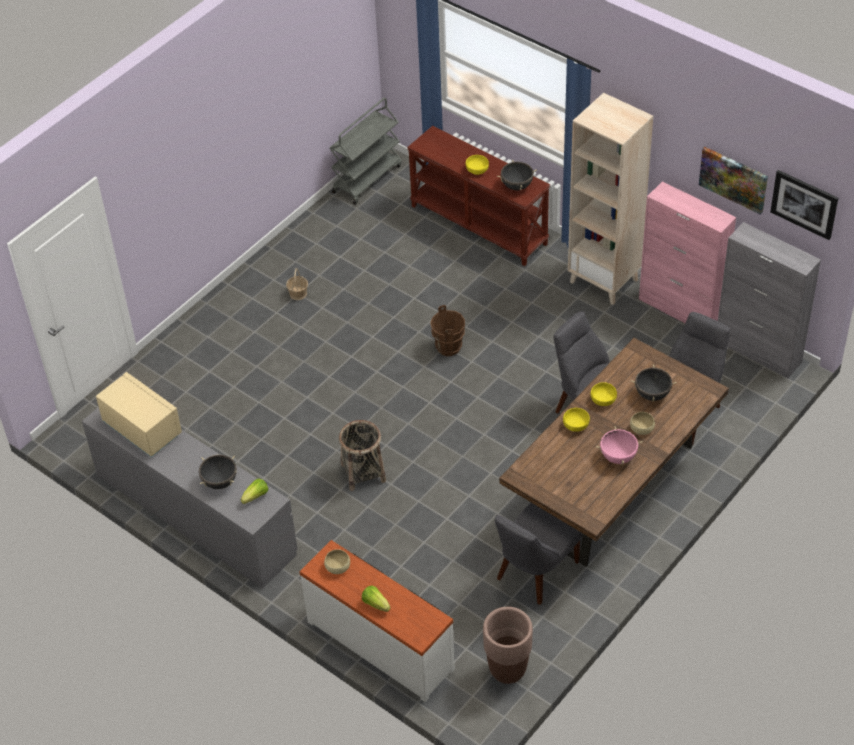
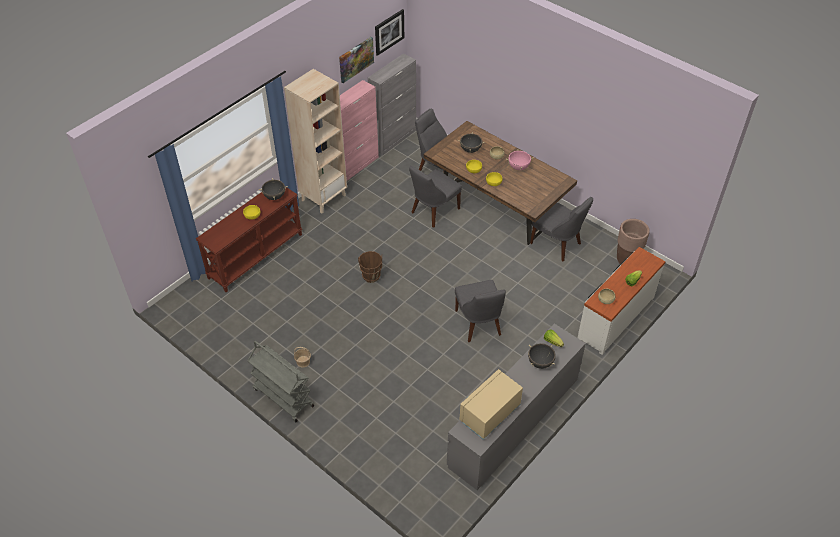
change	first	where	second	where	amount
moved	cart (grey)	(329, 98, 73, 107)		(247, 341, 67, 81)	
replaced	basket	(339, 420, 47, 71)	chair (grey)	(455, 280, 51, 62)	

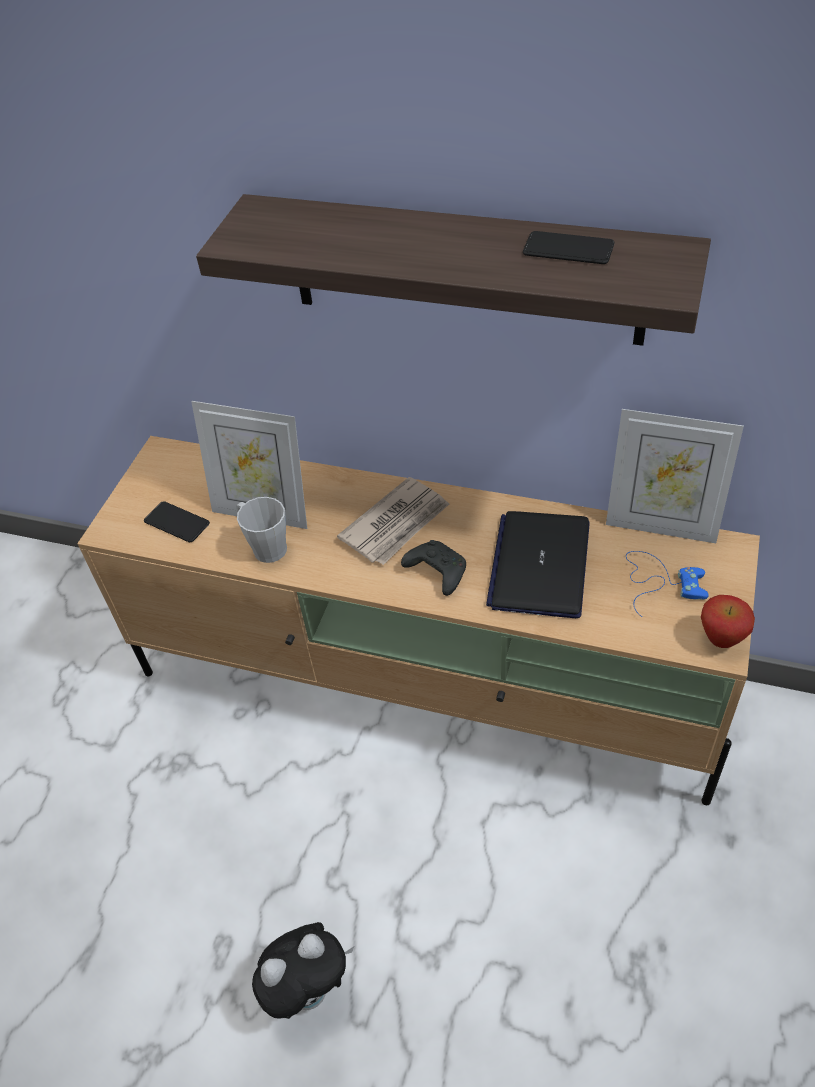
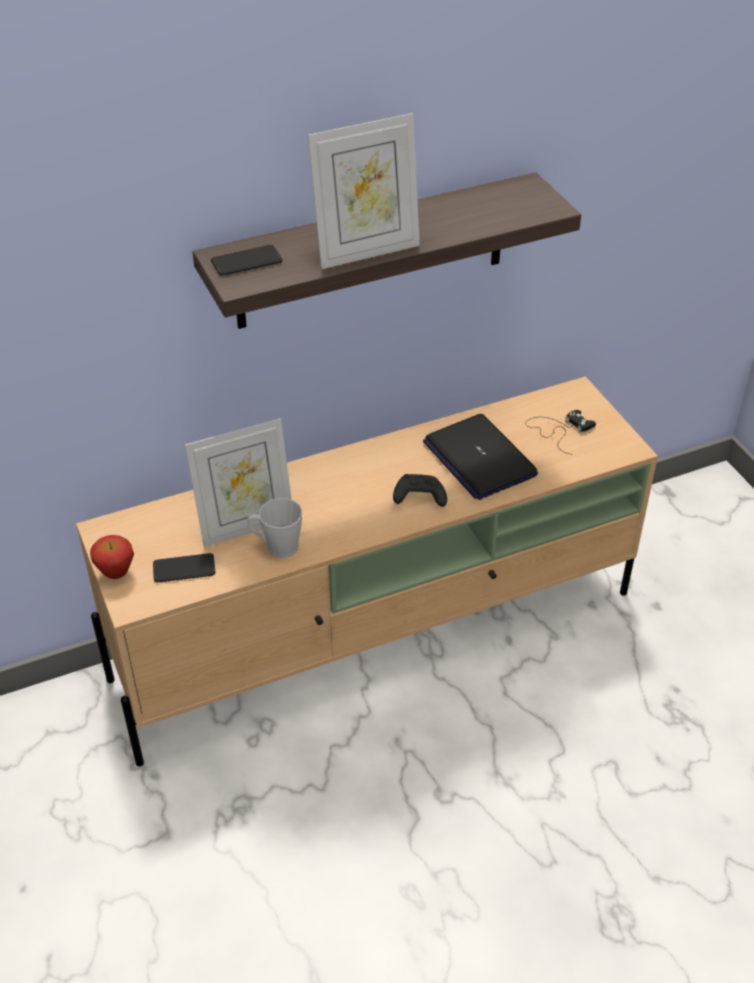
change	first	where	second	where	amount
removed	plush toy	(252, 922, 102, 97)			
removed	newspaper	(337, 477, 112, 88)			
moved	phone	(523, 231, 92, 33)		(211, 245, 72, 31)	
moved	picture frame	(606, 409, 138, 134)		(308, 113, 112, 156)	
recoloured	game controller (blue)	(626, 551, 83, 66)	game controller (black)	(525, 410, 71, 45)	
moved	apple	(701, 595, 54, 53)		(90, 535, 44, 44)	

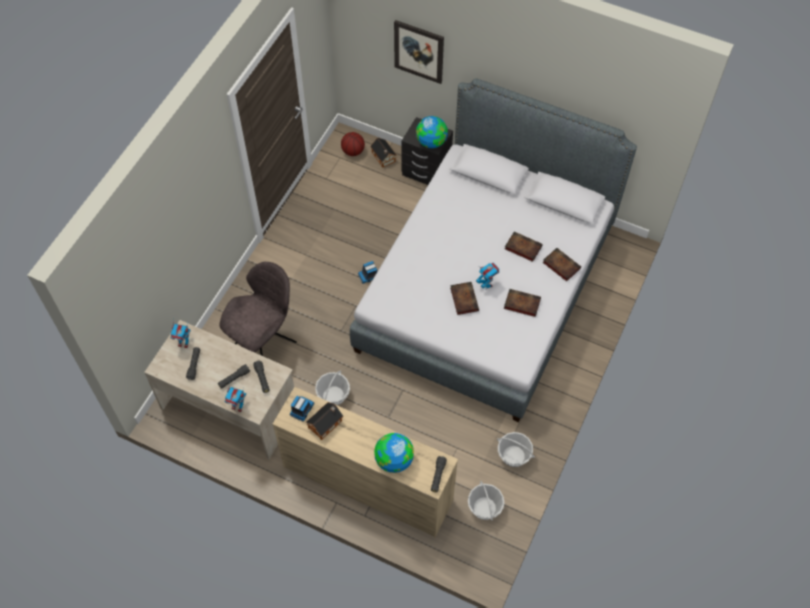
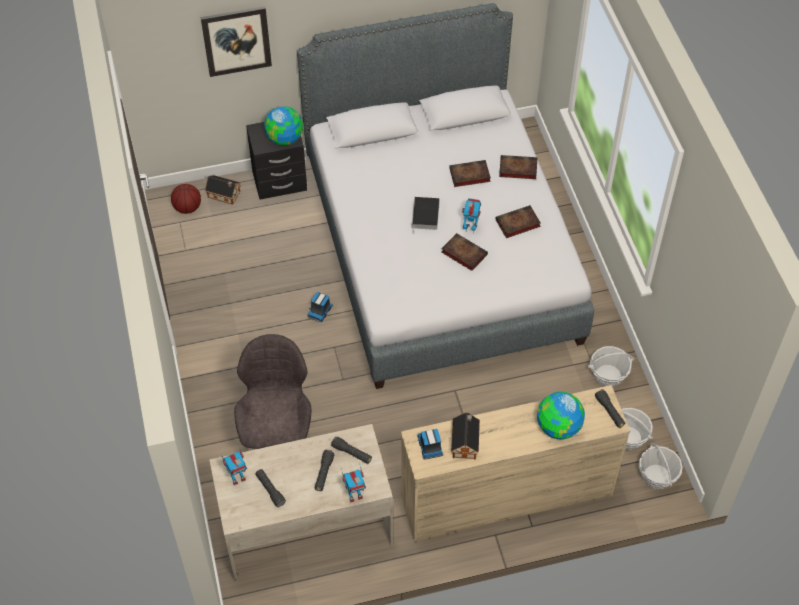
change	first	where	second	where	amount
moved	basket	(315, 370, 35, 35)		(639, 443, 44, 46)	
added			book	(412, 197, 28, 33)	

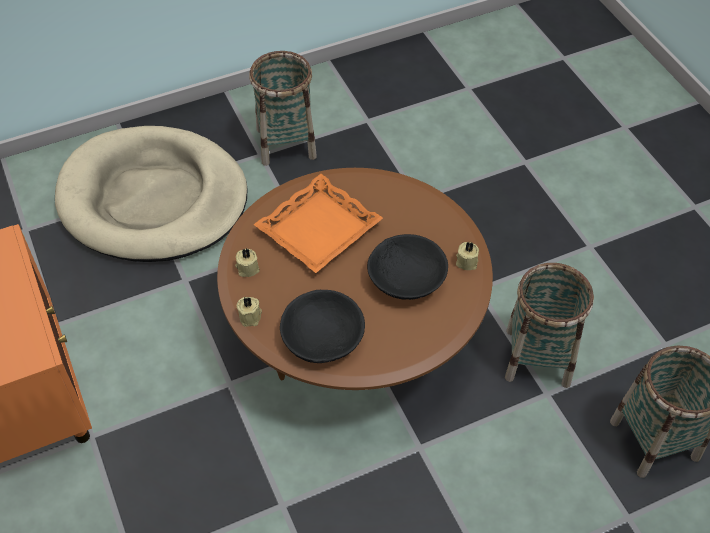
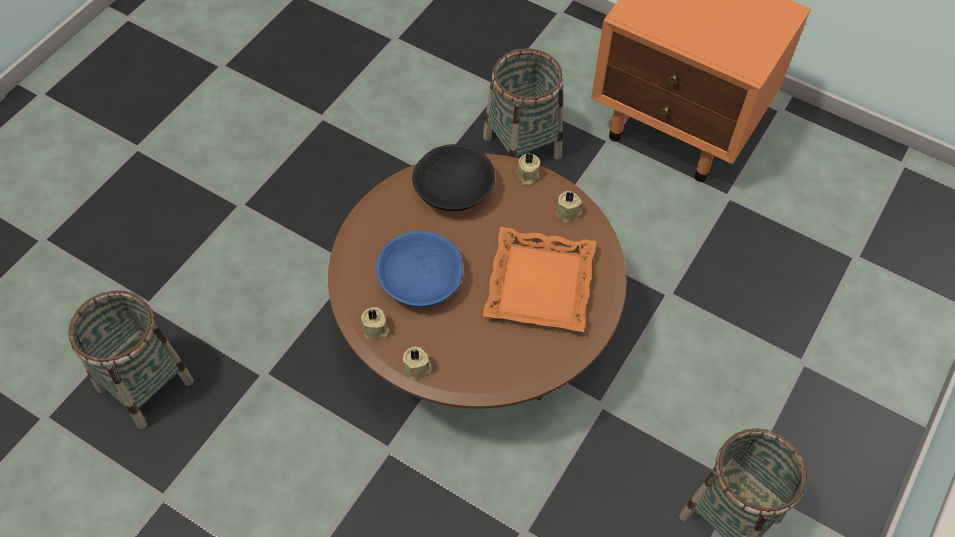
change	first	where	second	where	amount
removed	dog bed (beige)	(55, 126, 193, 136)			
recoloured	bowl (black)	(367, 234, 81, 66)	bowl (blue)	(376, 231, 87, 77)	
moved	basket	(505, 263, 89, 125)		(483, 48, 80, 111)	
added			candle (beige)	(403, 346, 29, 35)	

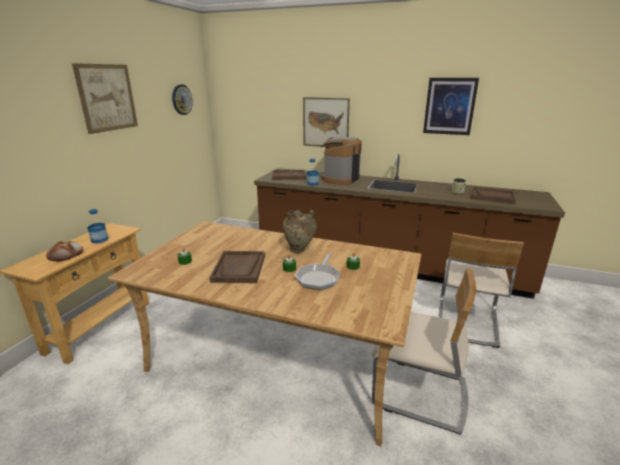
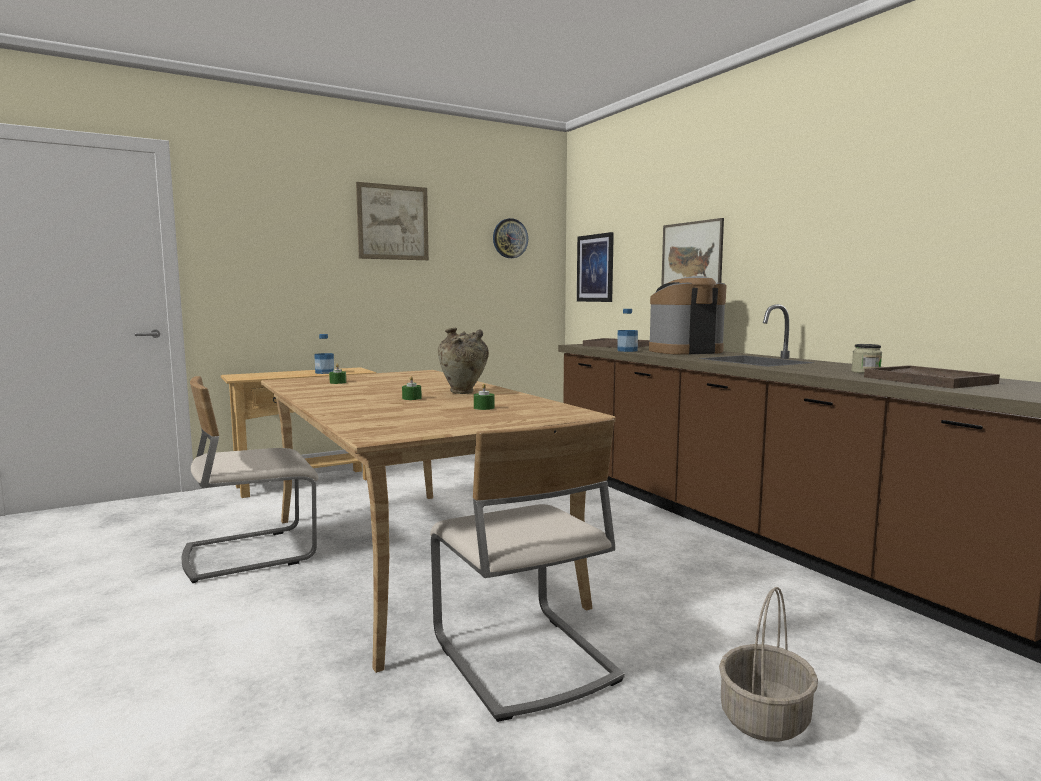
change	first	where	second	where	amount
removed	bread	(46, 241, 37, 20)			
removed	tray (brown)	(209, 251, 56, 32)			
removed	frying pan	(295, 253, 45, 37)			
moved	picture	(423, 78, 56, 57)		(577, 232, 37, 70)	
moved	chair (beige)	(438, 233, 86, 115)		(182, 376, 137, 207)	
added			basket	(719, 587, 99, 155)	

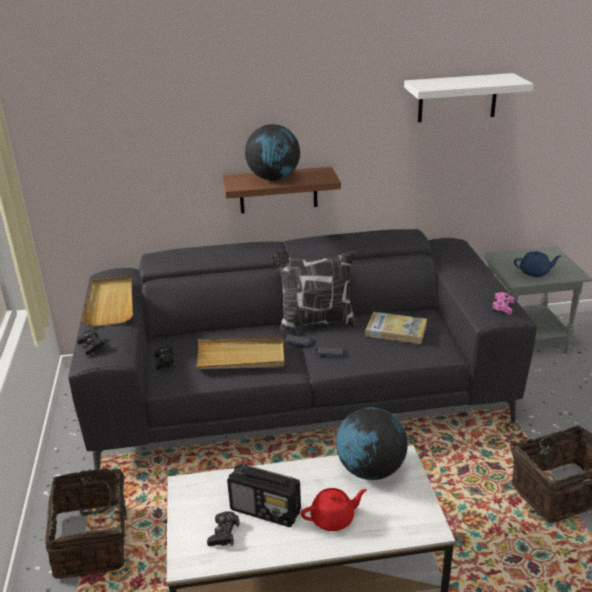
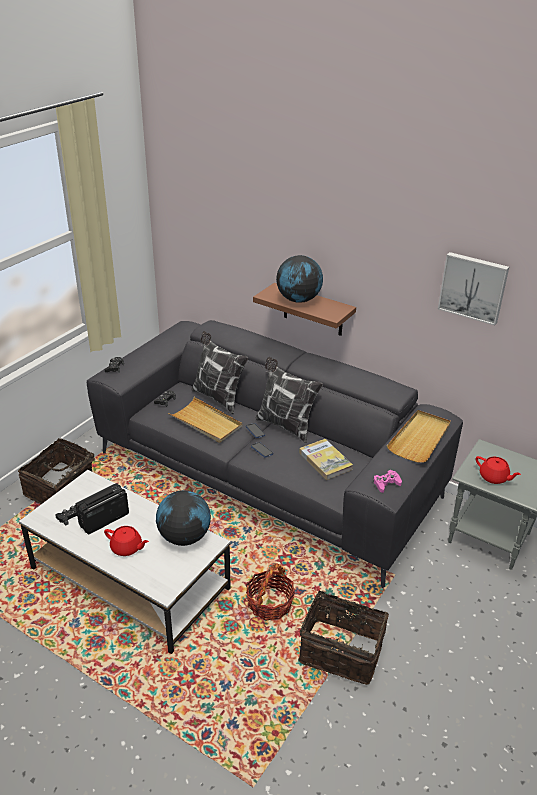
change	first	where	second	where	amount
moved	tray (beige)	(82, 276, 51, 50)		(387, 410, 64, 53)	
turned	radio	(227, 464, 74, 63)		(75, 483, 54, 52)	75 degrees clockwise
replaced	shelf (white)	(404, 73, 130, 49)	picture	(438, 252, 71, 73)	
recoloured	teapot (blue)	(514, 251, 48, 26)	teapot (red)	(476, 456, 45, 28)	
added			pillow	(191, 331, 57, 83)	
added			basket	(246, 563, 49, 58)	

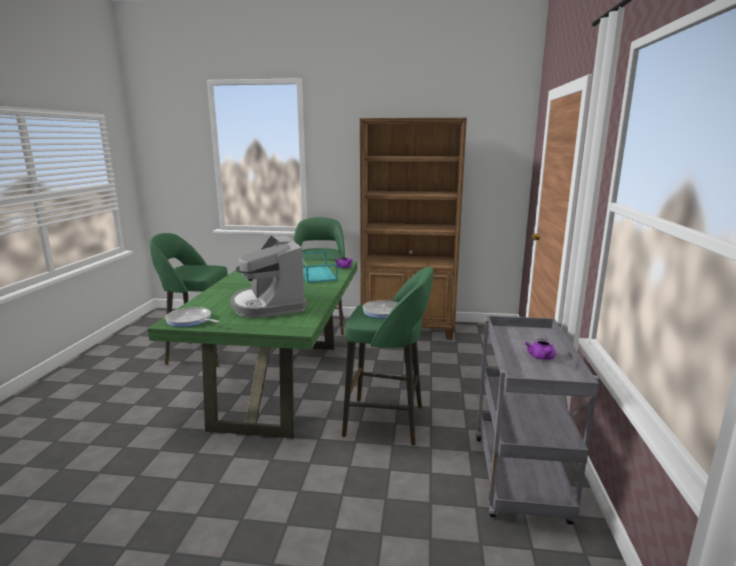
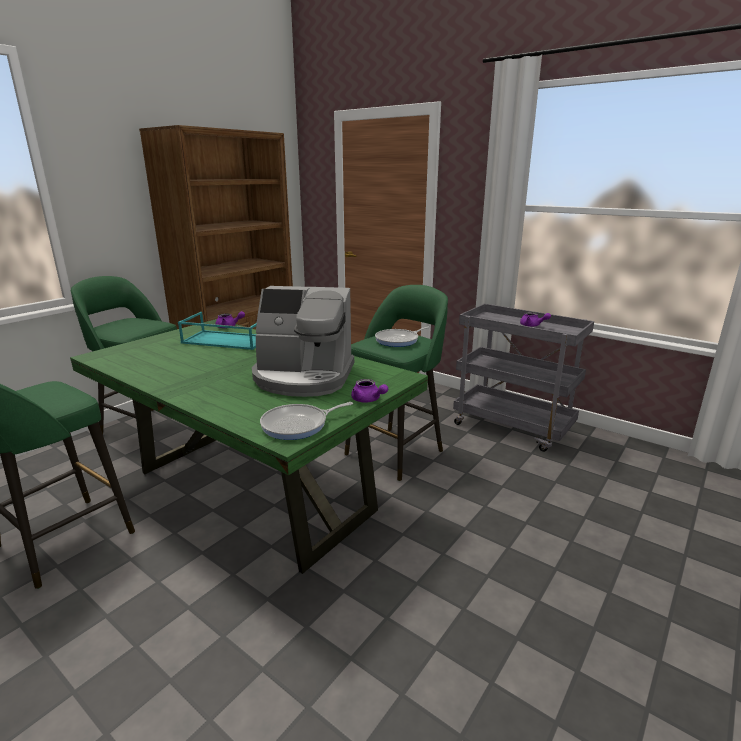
change	first	where	second	where	amount
added			teapot (purple)	(351, 379, 37, 24)	

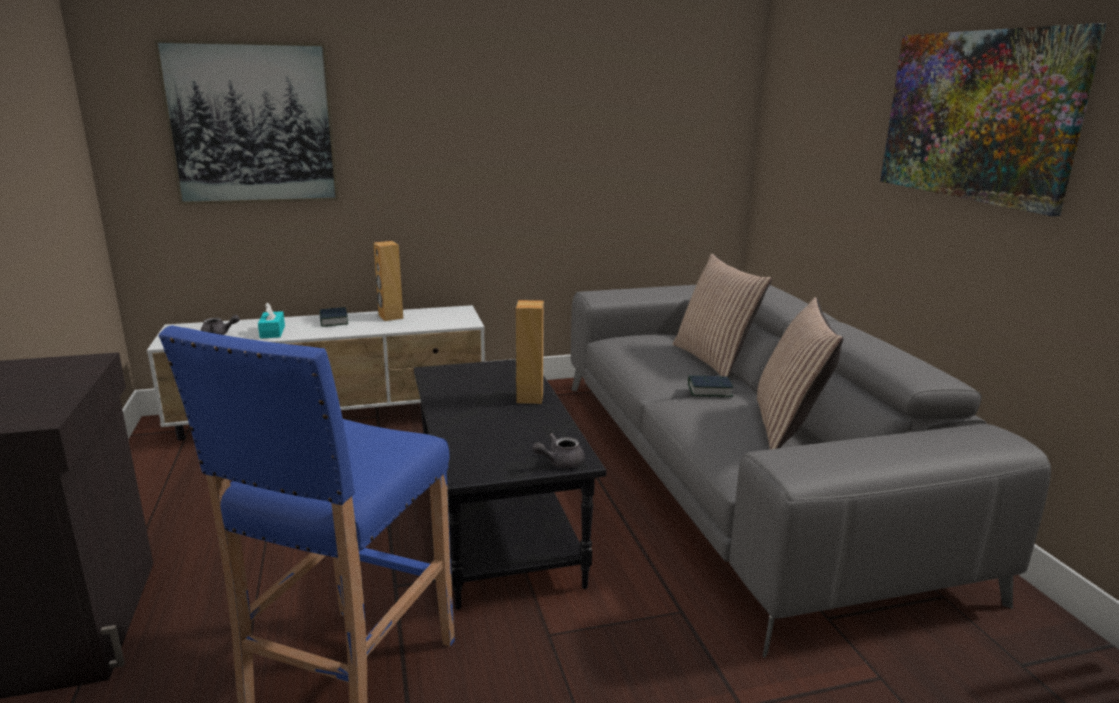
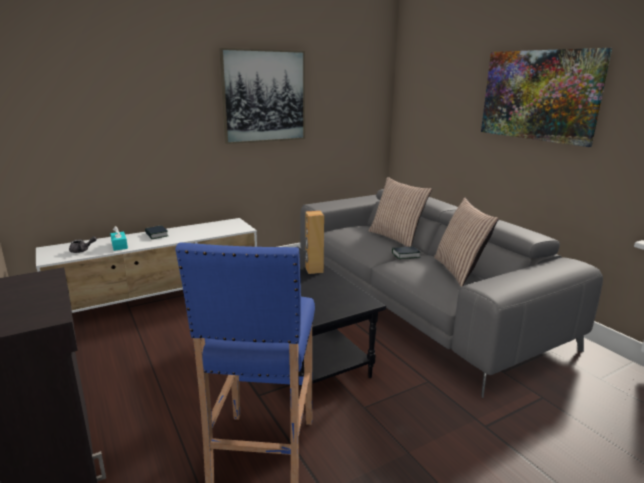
change	first	where	second	where	amount
moved	picture	(154, 39, 185, 166)		(219, 48, 86, 96)	
removed	speaker (brown)	(374, 241, 29, 80)			
removed	teapot (grey)	(532, 433, 53, 35)			

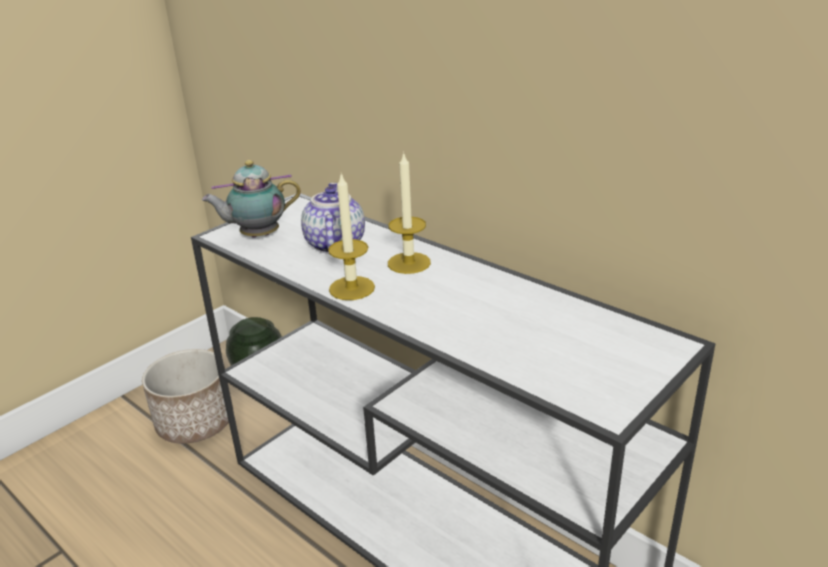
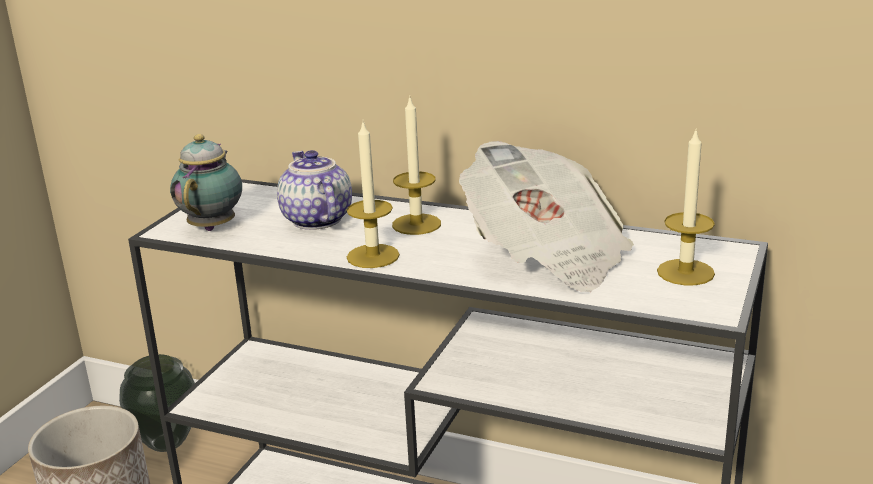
change	first	where	second	where	amount
turned	teapot	(202, 160, 99, 78)		(170, 134, 72, 97)	135 degrees clockwise
added			newspaper	(459, 141, 175, 151)	
added			candle	(657, 128, 58, 157)	

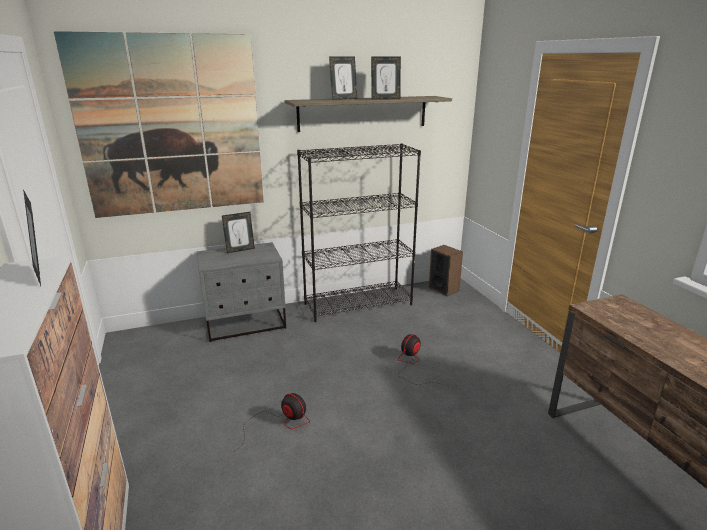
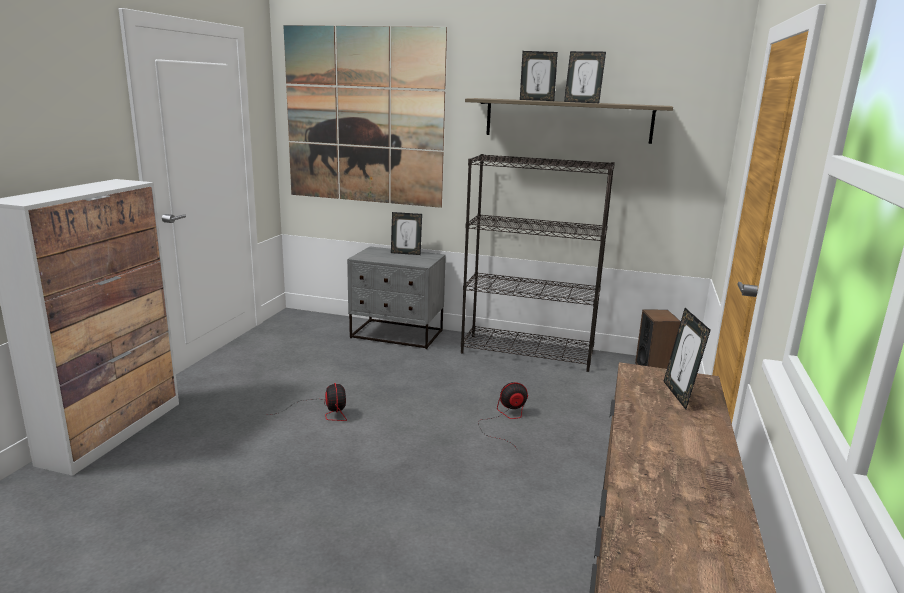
change	first	where	second	where	amount
moved	picture frame	(23, 189, 18, 97)		(663, 308, 48, 102)	

